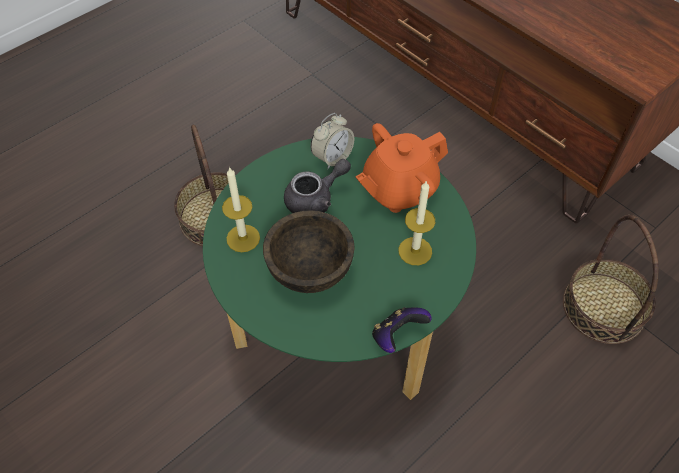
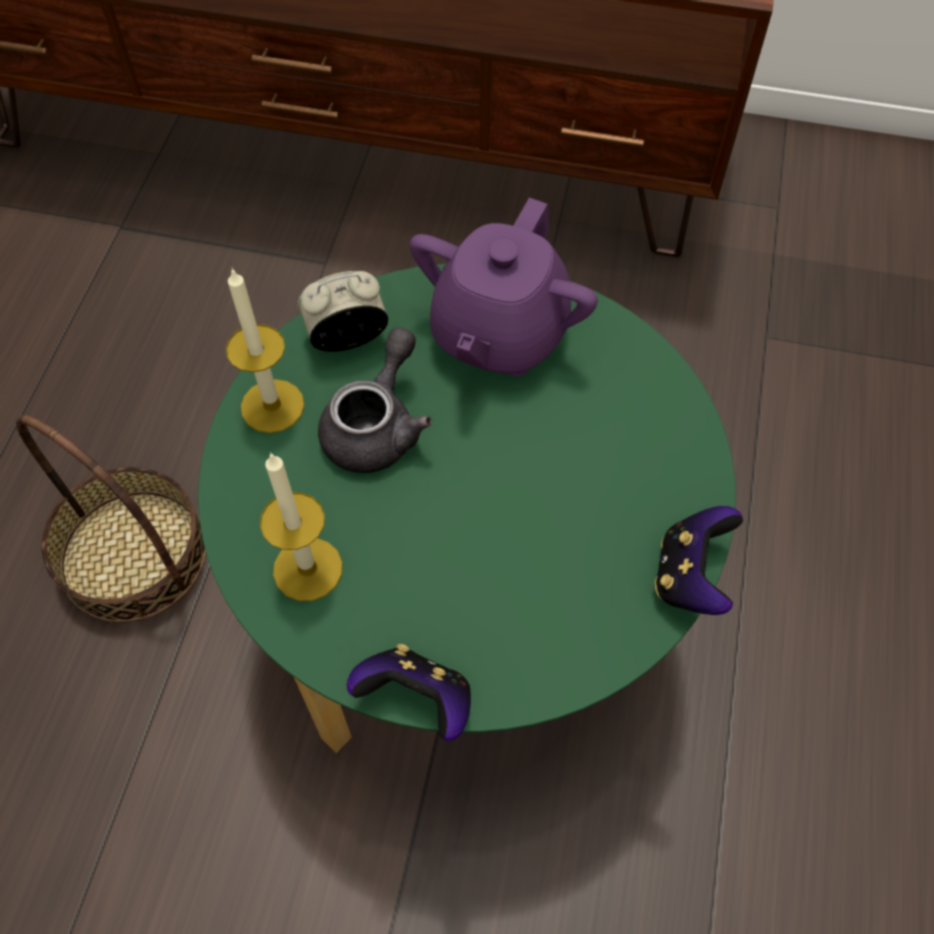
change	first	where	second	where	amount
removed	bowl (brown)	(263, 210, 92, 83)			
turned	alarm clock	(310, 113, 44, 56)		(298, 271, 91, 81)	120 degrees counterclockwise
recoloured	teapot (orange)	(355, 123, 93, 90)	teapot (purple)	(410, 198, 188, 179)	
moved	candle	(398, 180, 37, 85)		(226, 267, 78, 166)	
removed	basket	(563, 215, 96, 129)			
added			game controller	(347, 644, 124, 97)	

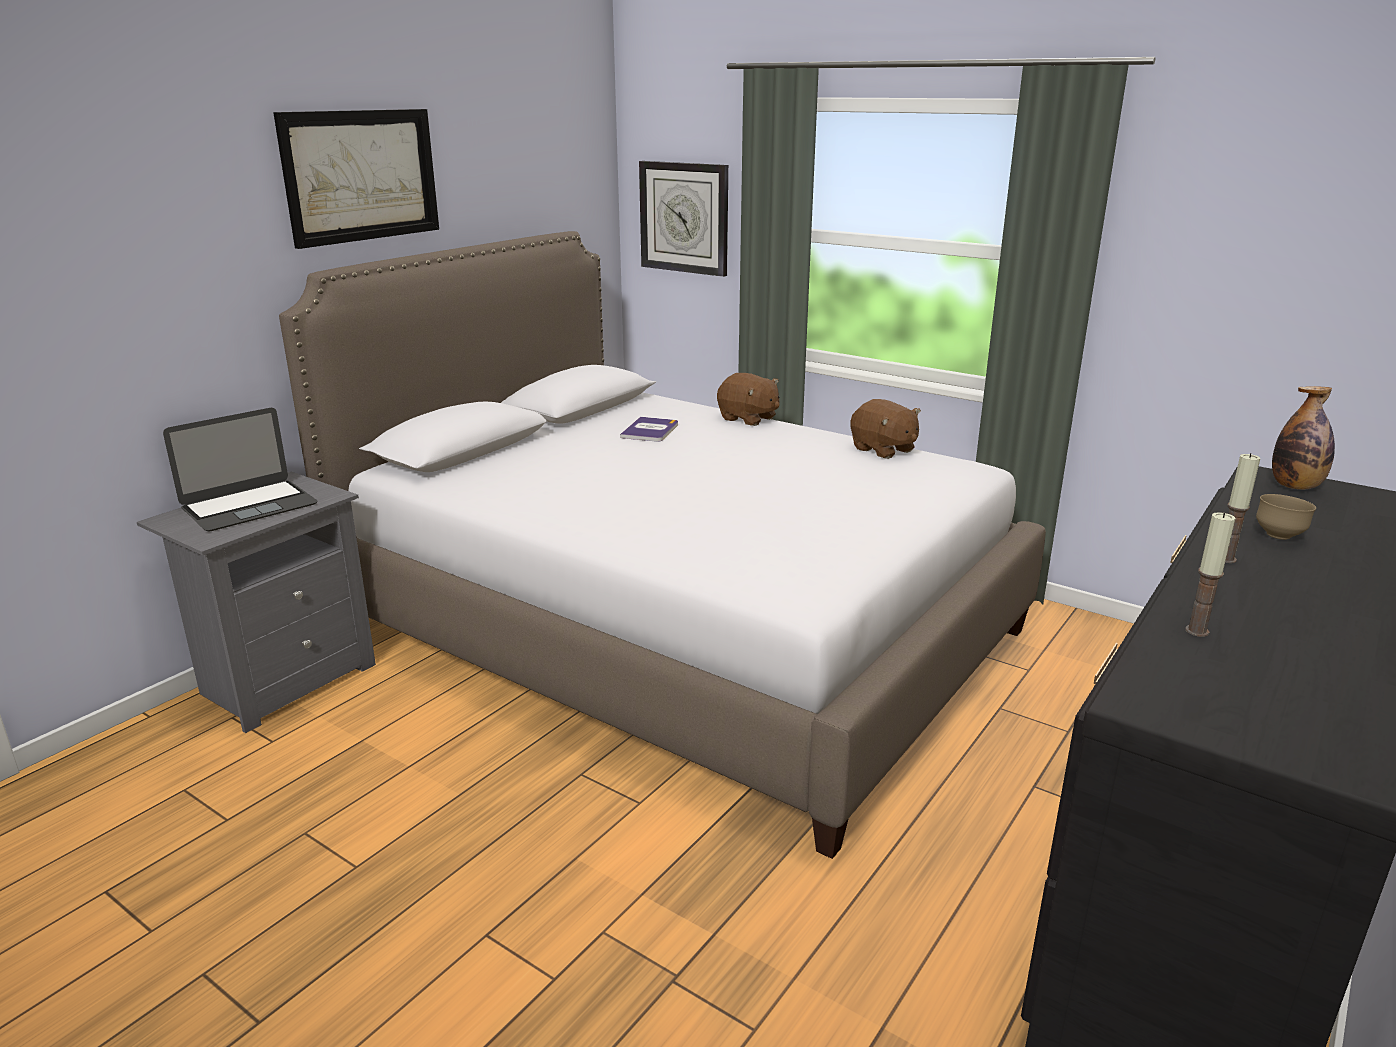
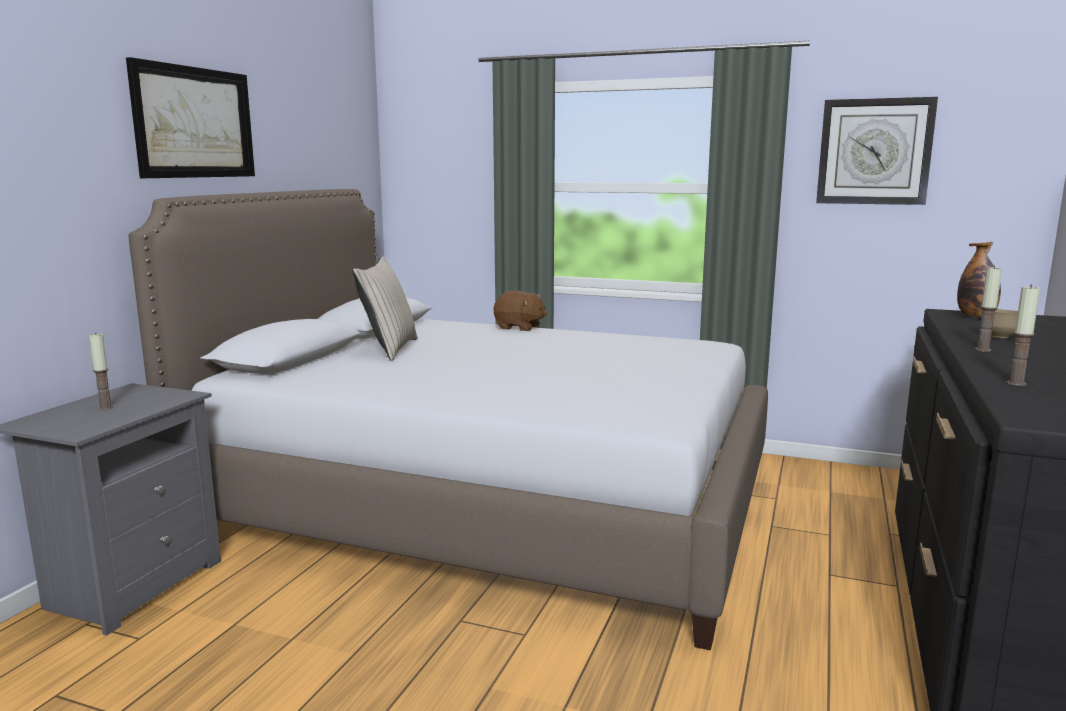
change	first	where	second	where	amount
replaced	laptop	(163, 408, 155, 124)	candle	(89, 332, 24, 78)	
removed	book	(620, 417, 58, 25)			
moved	wall clock	(639, 161, 89, 116)		(816, 97, 122, 108)	
removed	plush toy (brown)	(850, 399, 71, 60)			
added			pillow (beige)	(352, 256, 66, 105)	

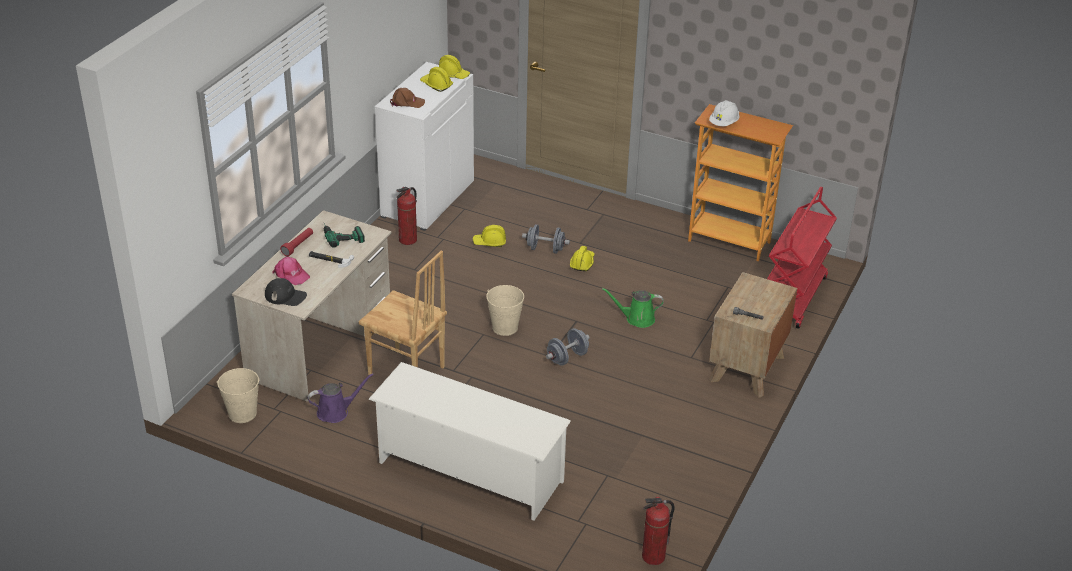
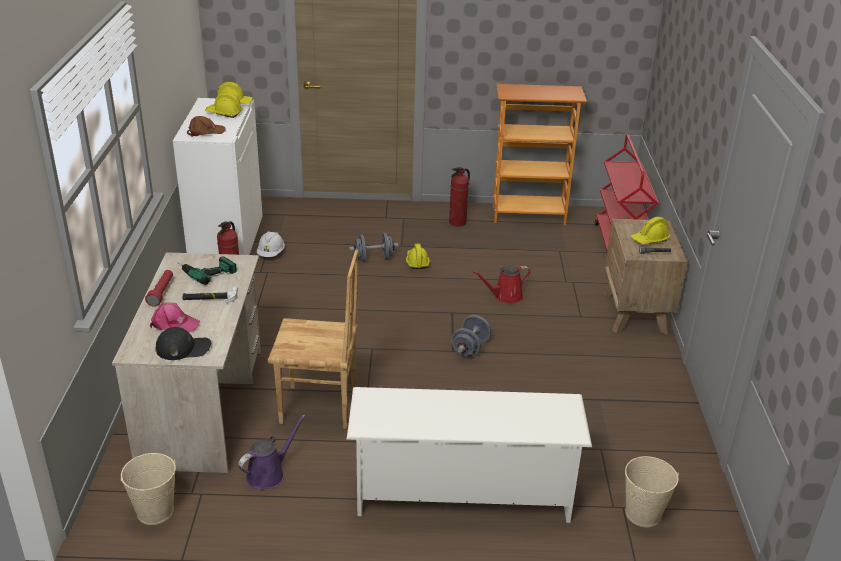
change	first	where	second	where	amount
moved	hard hat (yellow)	(473, 225, 33, 22)		(631, 217, 39, 27)	
moved	bucket (beige)	(486, 285, 38, 51)		(625, 456, 54, 71)	
recoloured	watering can (green)	(602, 288, 62, 40)	watering can (red)	(473, 265, 58, 38)	
moved	fire extinguisher	(642, 497, 32, 68)		(449, 167, 21, 60)	
moved	hard hat (white)	(709, 100, 31, 26)		(257, 231, 28, 26)	

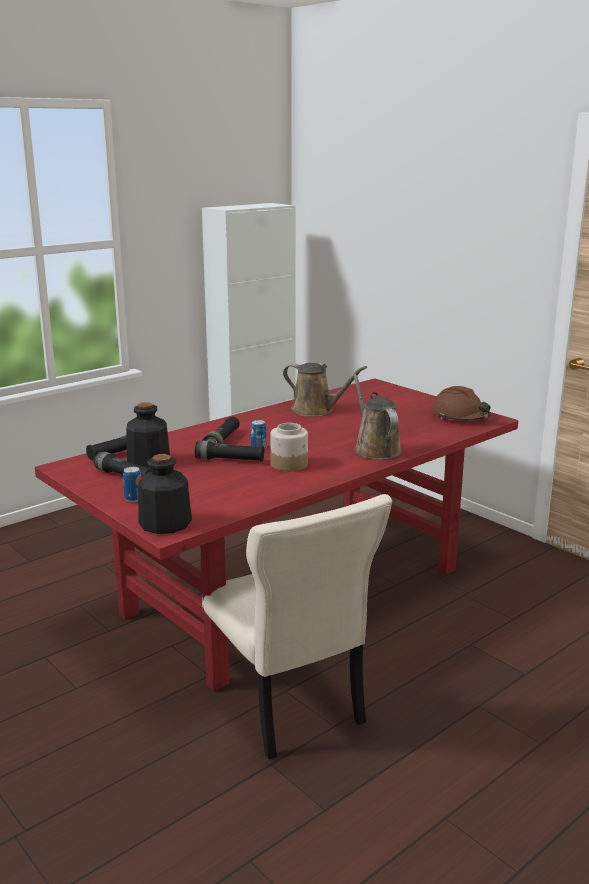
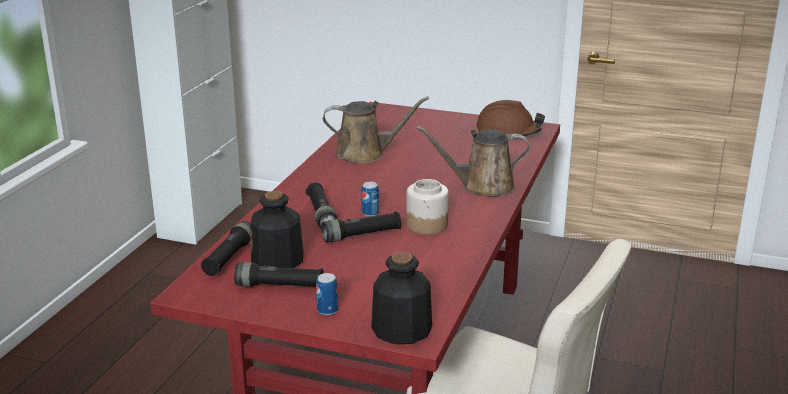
change	first	where	second	where	amount
turned	watering can (brown)	(353, 374, 49, 86)		(416, 126, 114, 71)	45 degrees counterclockwise

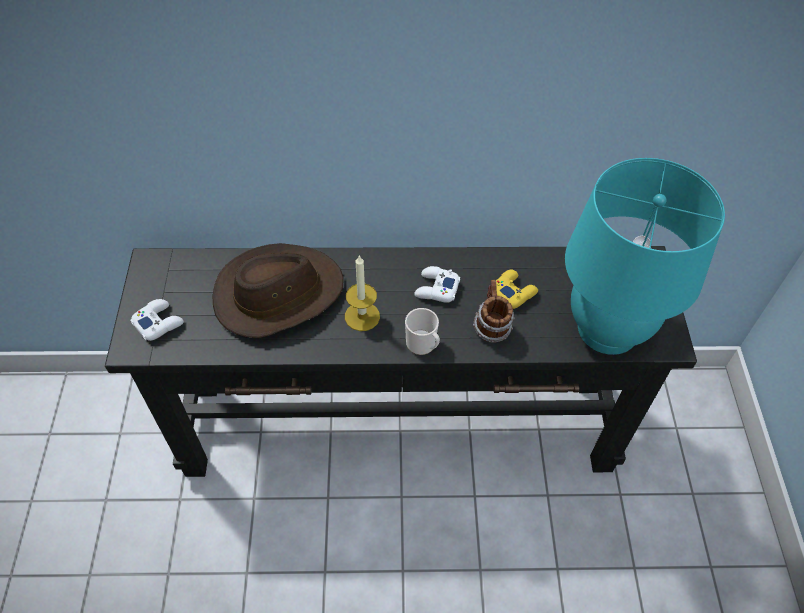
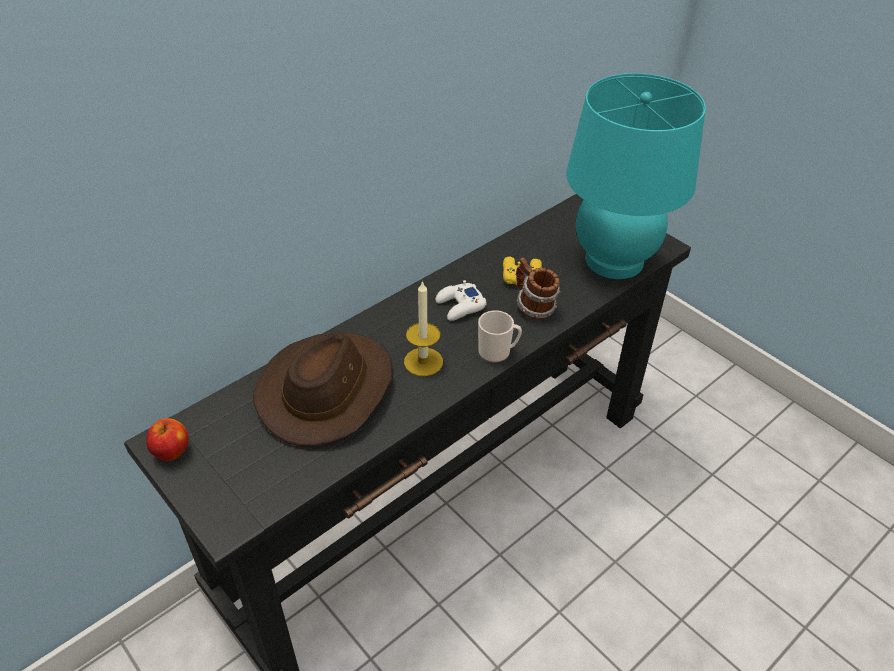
change	first	where	second	where	amount
removed	game controller (white)	(130, 299, 54, 42)			
added			apple	(146, 418, 43, 43)	

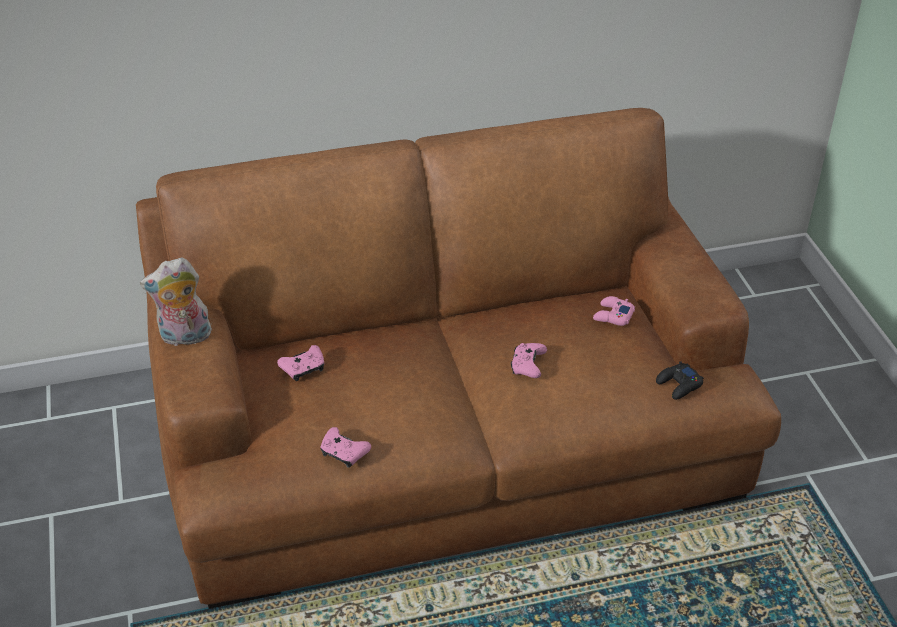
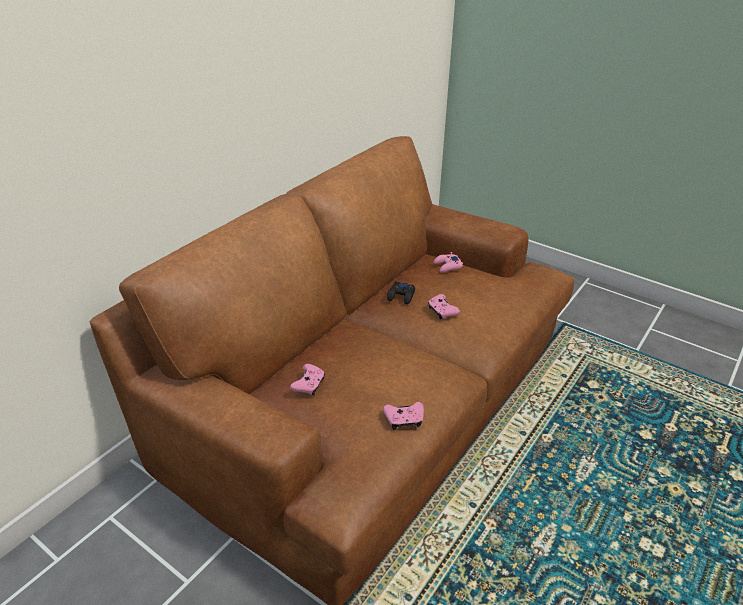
change	first	where	second	where	amount
removed	plush toy	(140, 257, 72, 89)			
moved	game controller (black)	(656, 361, 48, 39)		(387, 281, 28, 23)	

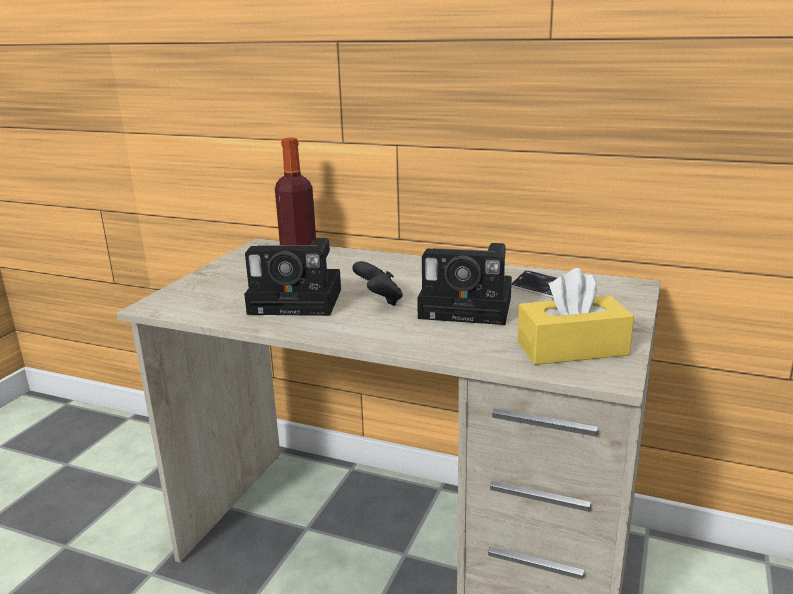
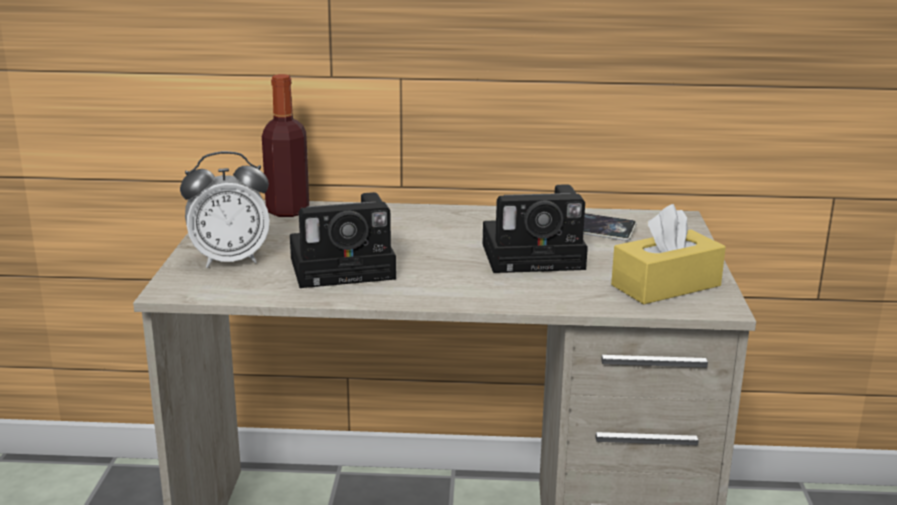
change	first	where	second	where	amount
removed	game controller (black)	(352, 261, 51, 45)			
added			alarm clock	(180, 151, 90, 117)	

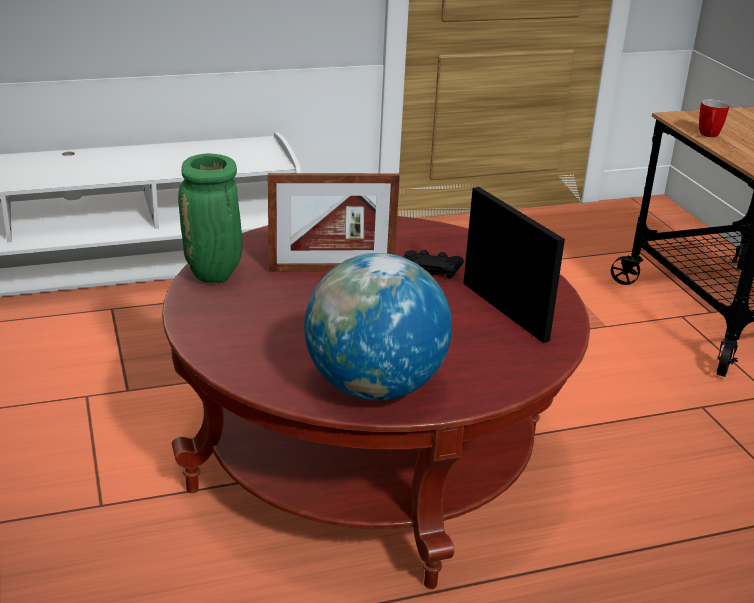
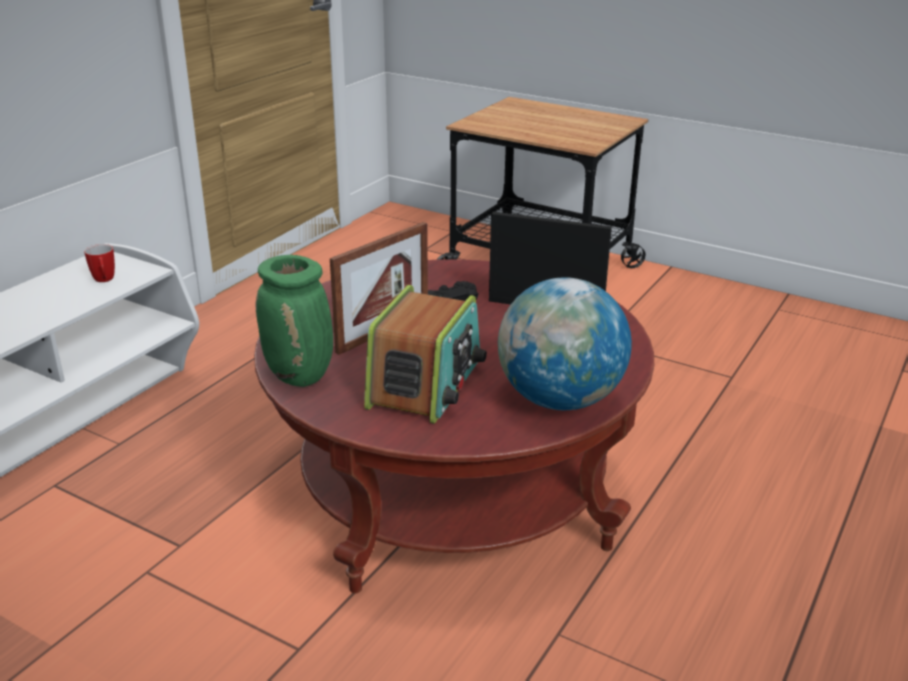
change	first	where	second	where	amount
moved	mug	(699, 99, 31, 38)		(84, 244, 31, 38)	
added			radio	(364, 285, 123, 139)	

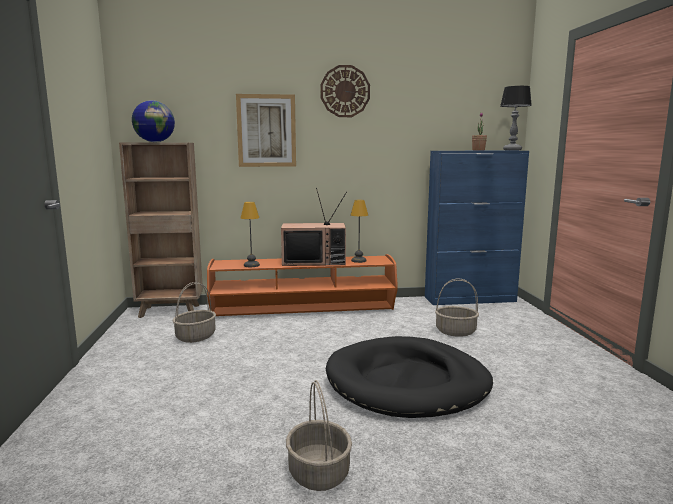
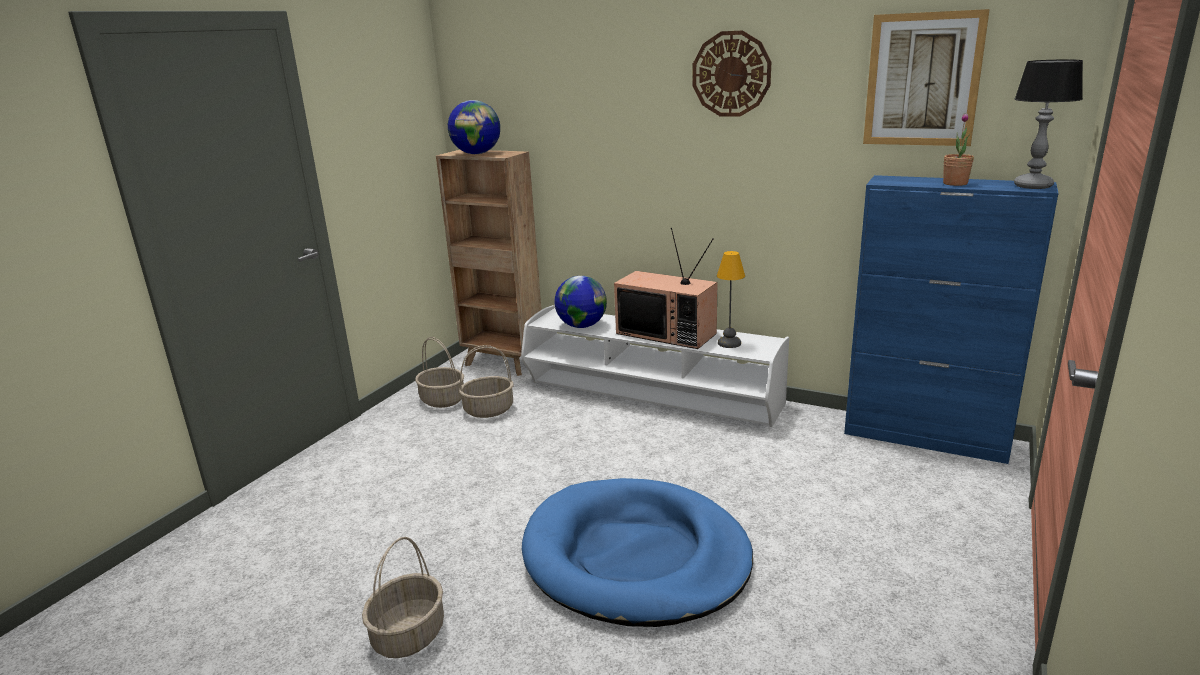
change	first	where	second	where	amount
recoloured	tv stand (orange)	(207, 254, 191, 62)	tv stand (white)	(521, 305, 268, 122)	
moved	picture	(236, 94, 60, 73)		(863, 9, 127, 137)	
replaced	table lamp	(241, 202, 19, 65)	globe	(554, 276, 53, 52)	
recoloured	dog bed (black)	(326, 336, 167, 82)	dog bed (blue)	(522, 478, 231, 149)	
moved	basket	(435, 279, 44, 58)		(415, 337, 49, 71)	

